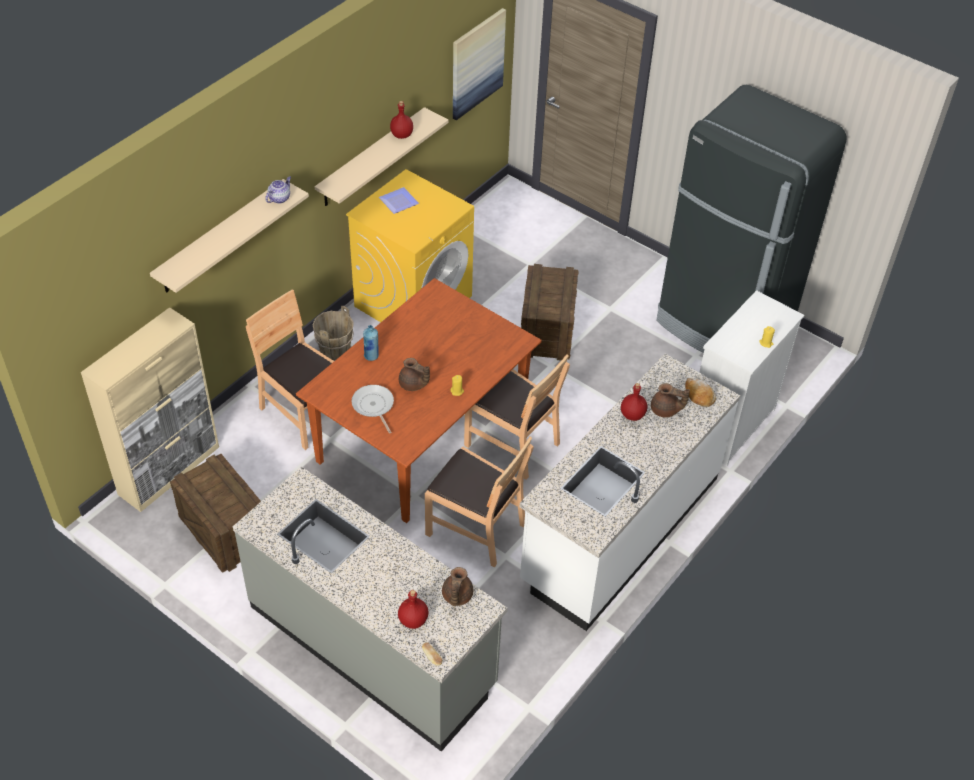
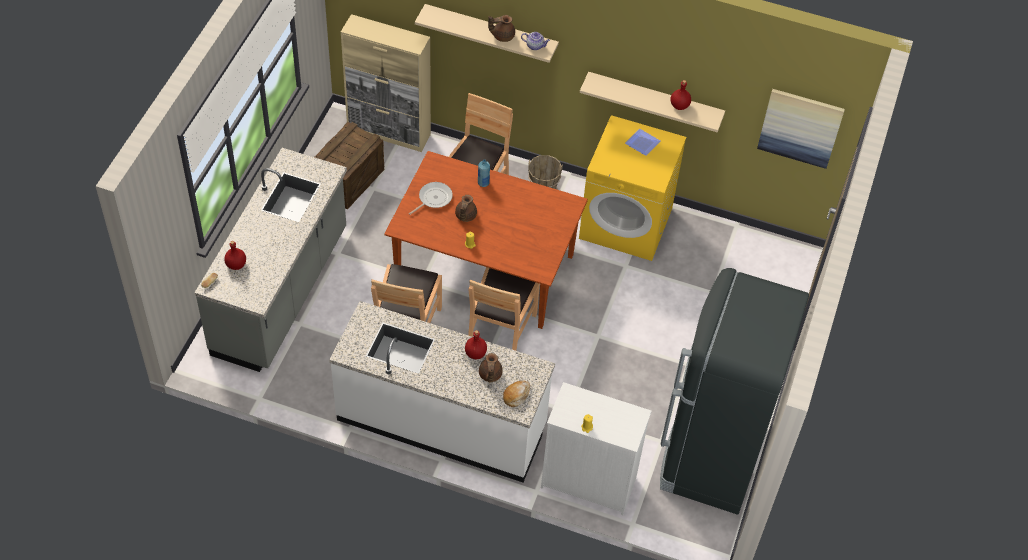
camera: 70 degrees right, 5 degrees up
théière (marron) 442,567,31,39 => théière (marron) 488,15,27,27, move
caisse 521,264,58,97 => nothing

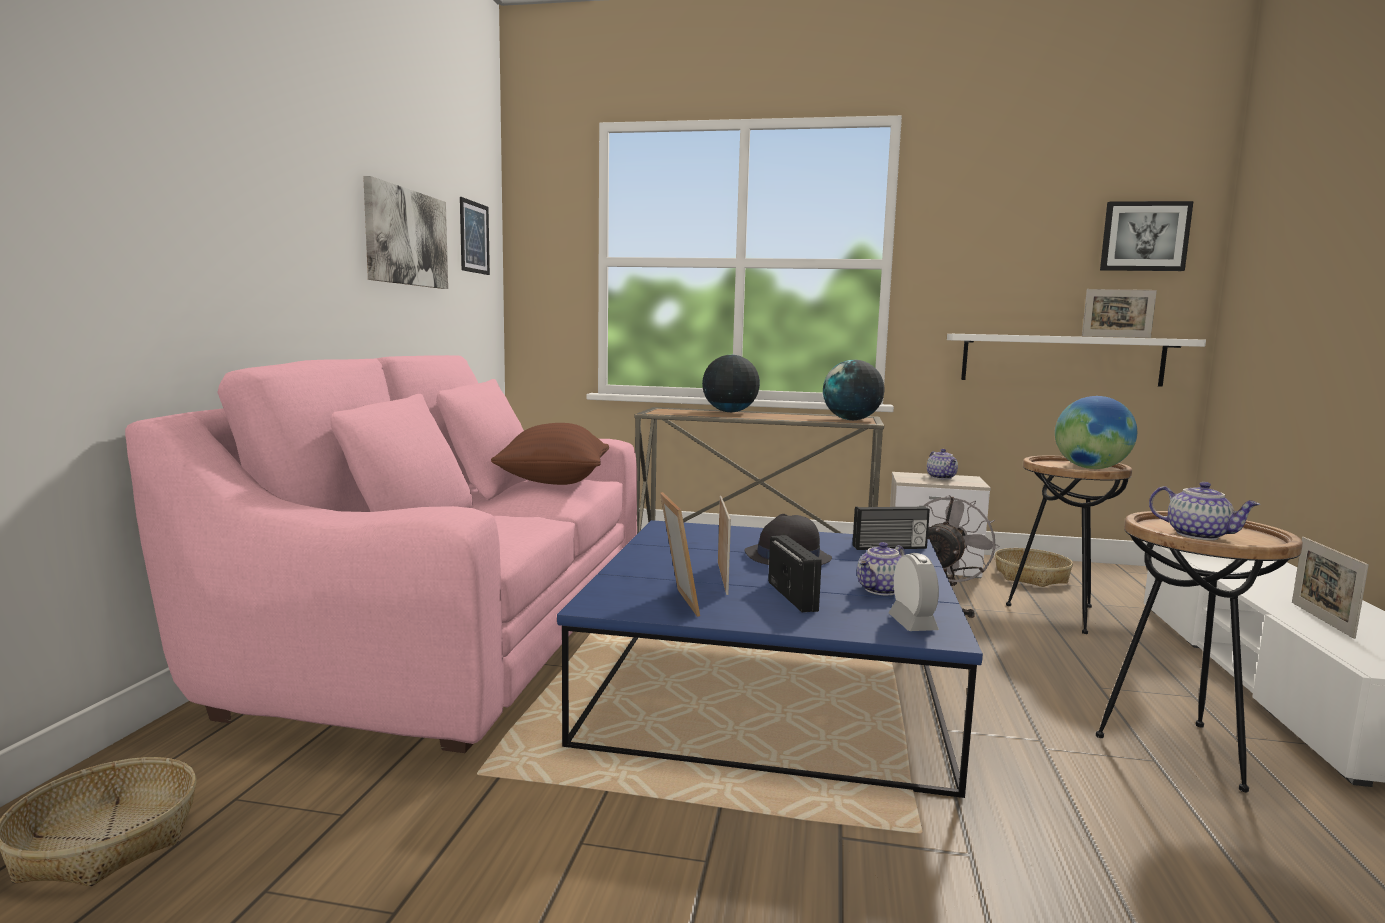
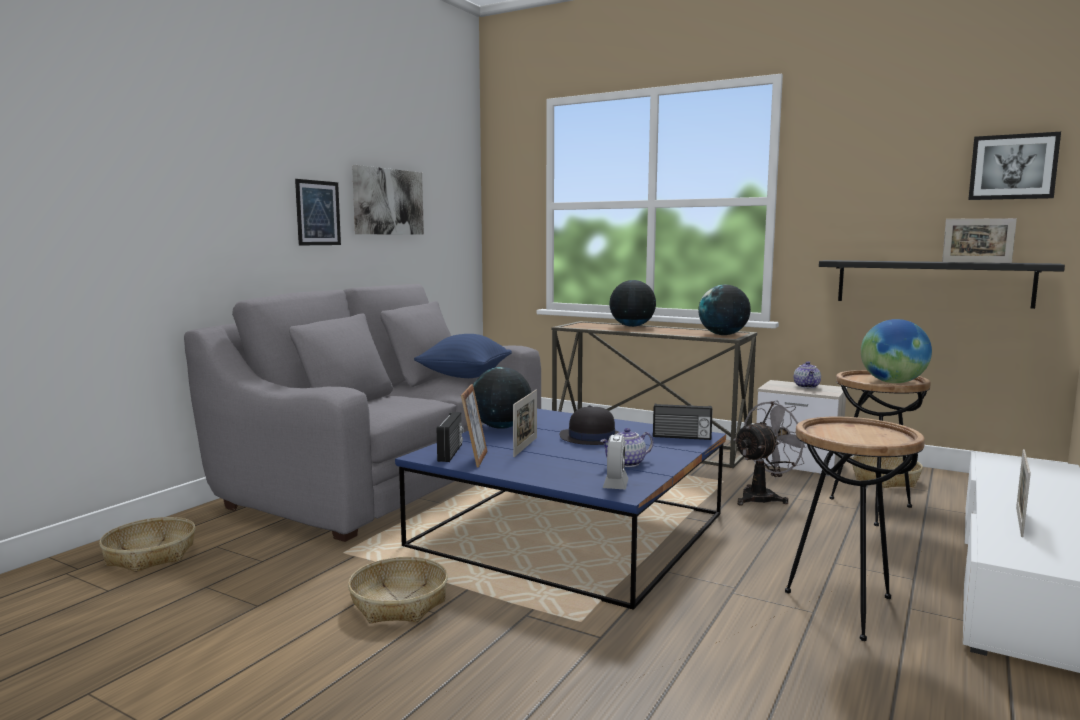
camera: 20 degrees right, 0 degrees up
canapé (rose) 125,355,512,398 => canapé (gris) 184,284,357,258
tableau 460,197,30,78 => tableau 295,179,46,66, move
nothing => panier 348,557,100,66
coussin (marron) 491,423,118,62 => coussin (bleu) 414,334,98,44
radio 768,535,54,77 => radio 437,412,27,50, move
nothing => globe 473,367,58,62
étagère (blanc) 947,334,259,53 => étagère (noir) 819,260,246,49
théière 1149,482,112,58 => nothing

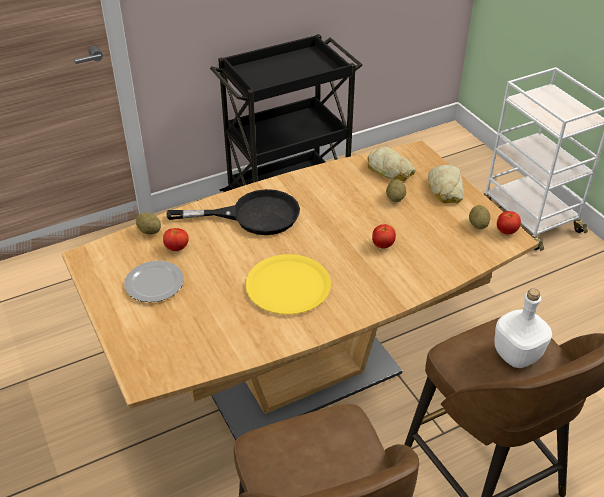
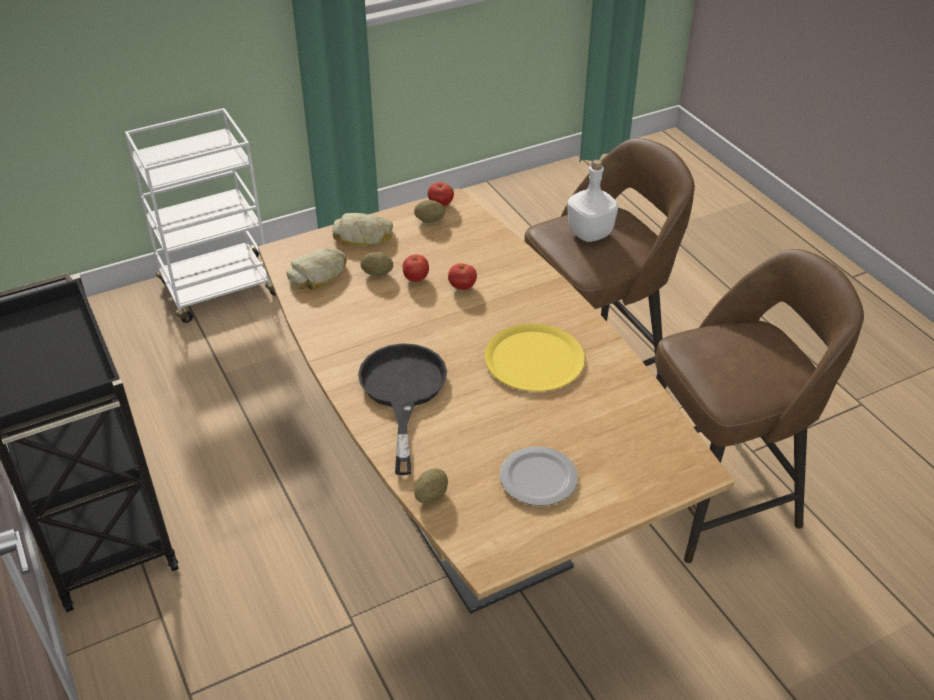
camera: 90 degrees left, 0 degrees up
tomate 163,228,26,23 => tomate 403,254,26,28, move

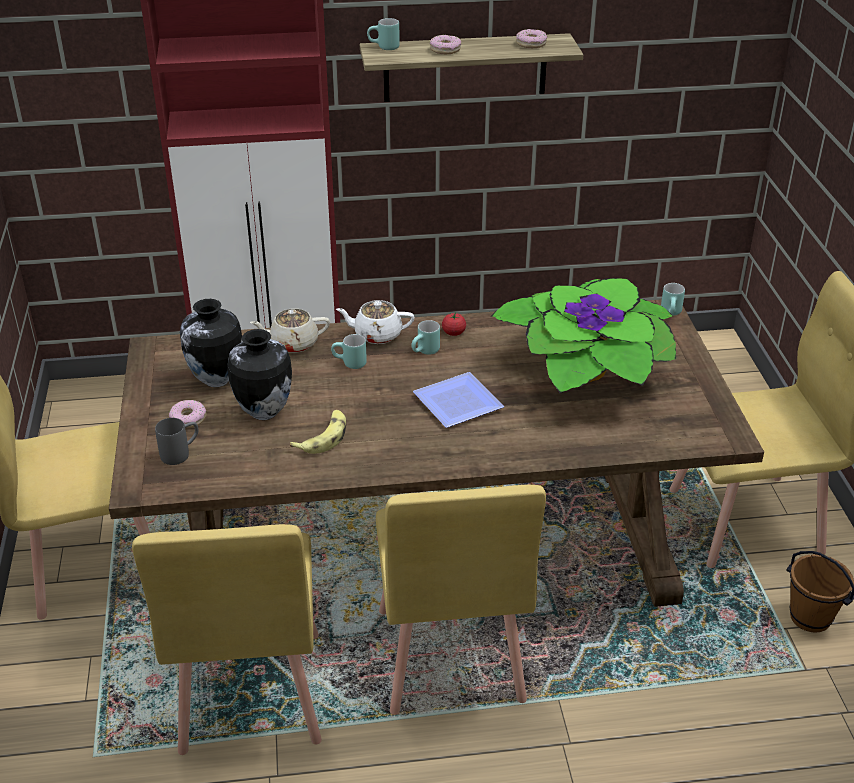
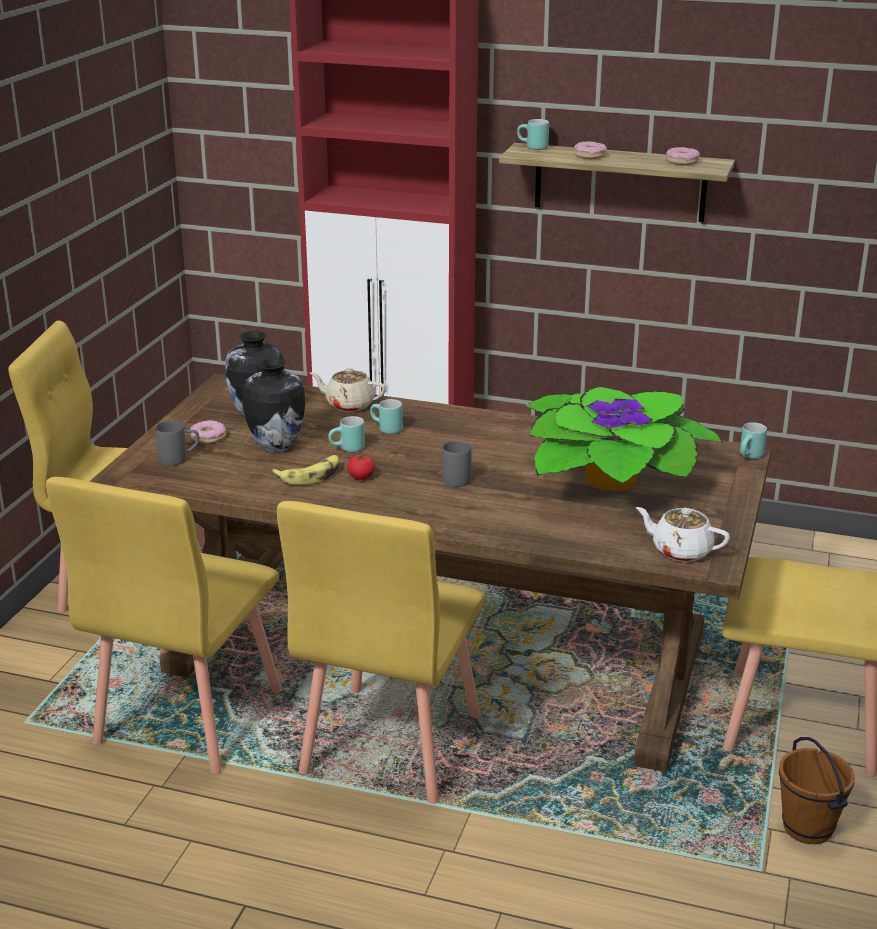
camera: 25 degrees right, 10 degrees down
mug (turquoise) 411,320,29,35 => mug (turquoise) 328,416,37,36, move
tomate 442,313,24,23 => tomate 347,454,28,26, move
assiette 413,372,91,56 => mug (gris) 442,441,29,46
théière (blanc) 336,300,79,44 => théière (blanc) 636,507,94,55, move

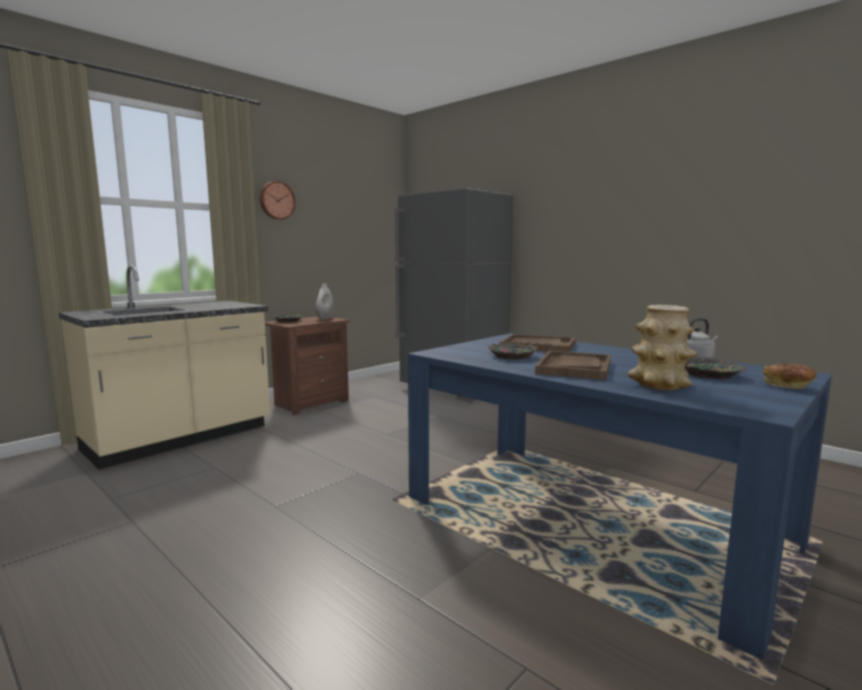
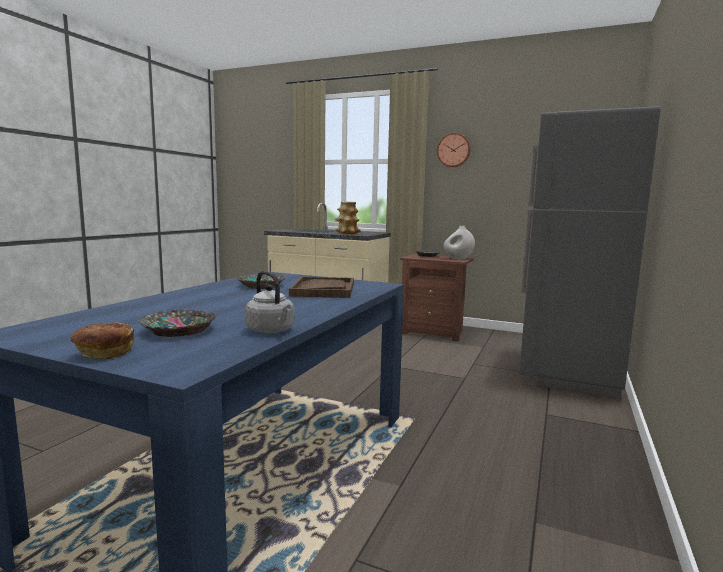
camera: 70 degrees right, 0 degrees up
vase 628,305,70,85 => vase 335,201,26,33, move
plateau (marron) 535,351,76,29 => nothing

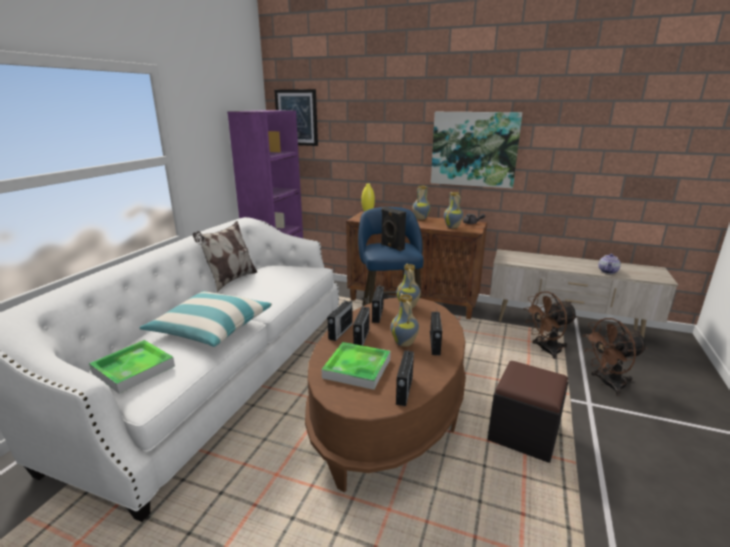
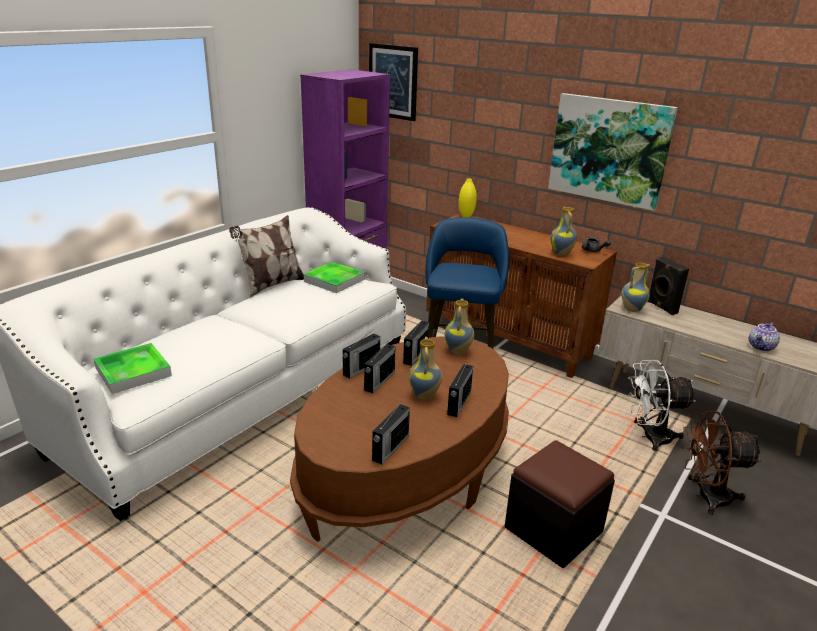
camera: 15 degrees right, 5 degrees up
plateau 322,342,69,48 => plateau 304,262,60,31, move
vase 413,186,18,34 => vase 621,263,29,49, move
ventilateur (marron) 524,291,54,68 => ventilateur (blanc) 627,360,69,91
enceinte (noir) 381,207,25,44 => enceinte (noir) 648,257,41,58, move
coussin 140,290,132,57 => nothing

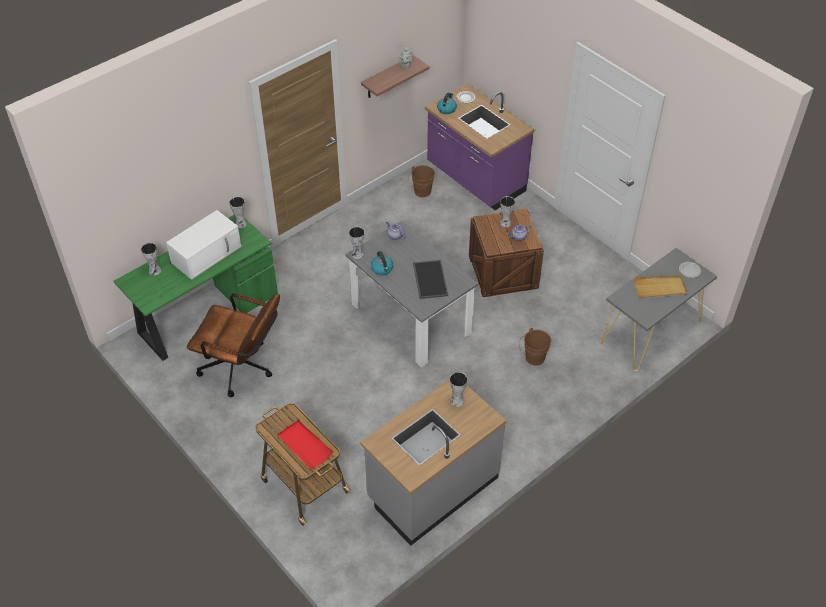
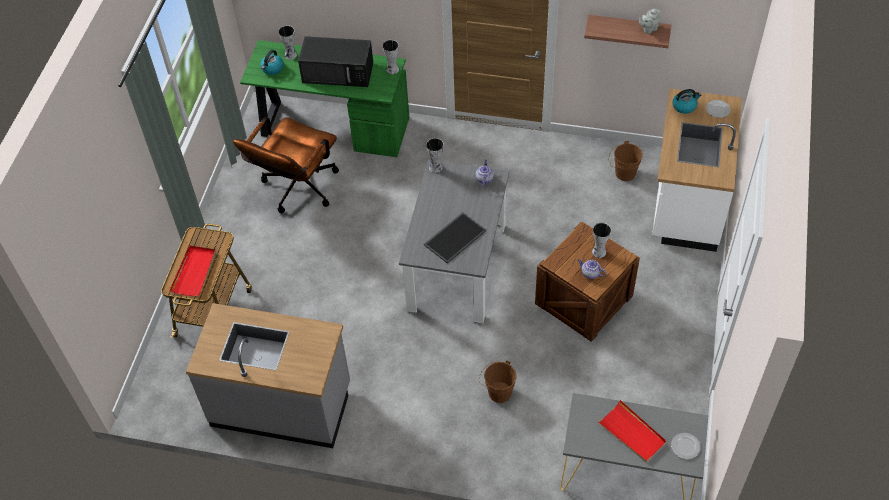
camera: 55 degrees right, 5 degrees up
chaise de bureau (marron) 187,293,93,104 => chaise de bureau (marron) 233,117,106,96, 45 degrees clockwise
bouilloire 371,251,22,24 => bouilloire 260,50,24,25, move
micro-ondes (blanc) 166,210,75,70 => micro-ondes (noir) 298,36,75,51
plateau (beige) 634,275,54,23 => plateau (rouge) 598,400,69,62
comptoir de cuisine (violet) 425,84,109,126 => comptoir de cuisine (blanc) 652,89,90,163
vase 450,372,18,35 => nothing

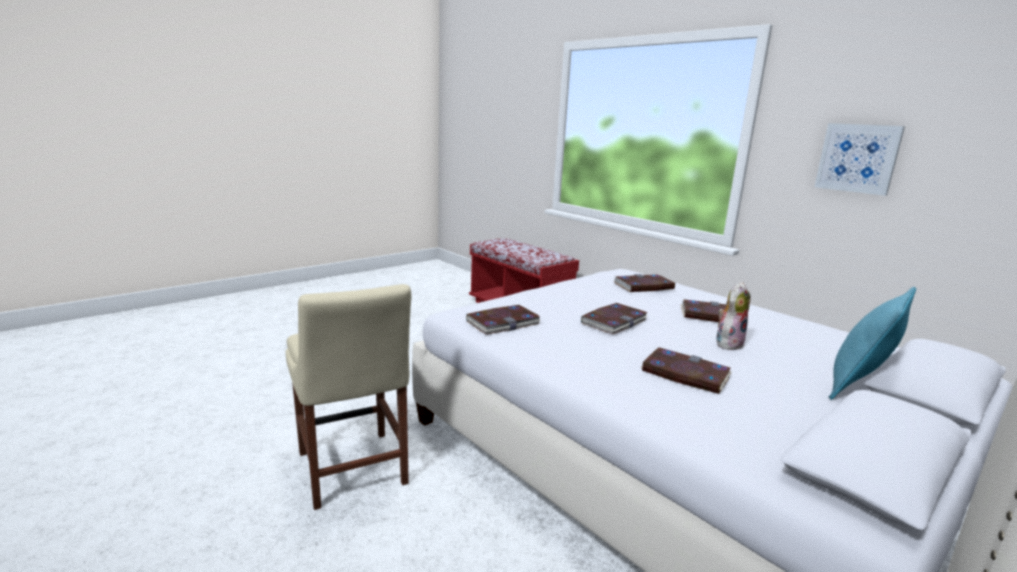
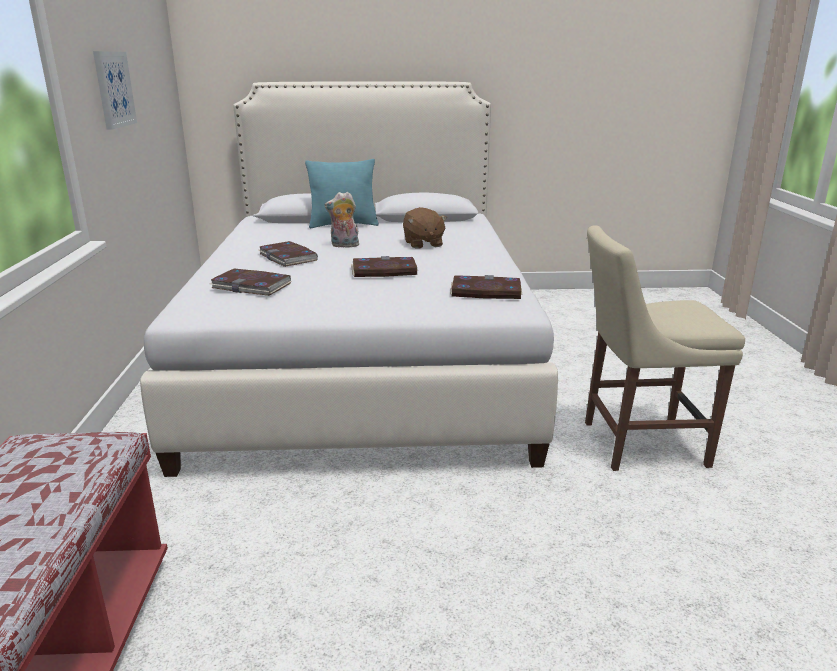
camera: 140 degrees left, 5 degrees up
livre 641,347,91,47 => peluche (marron) 403,207,44,42
chaise (beige) 285,284,126,226 => chaise (beige) 585,225,160,246, 105 degrees counterclockwise

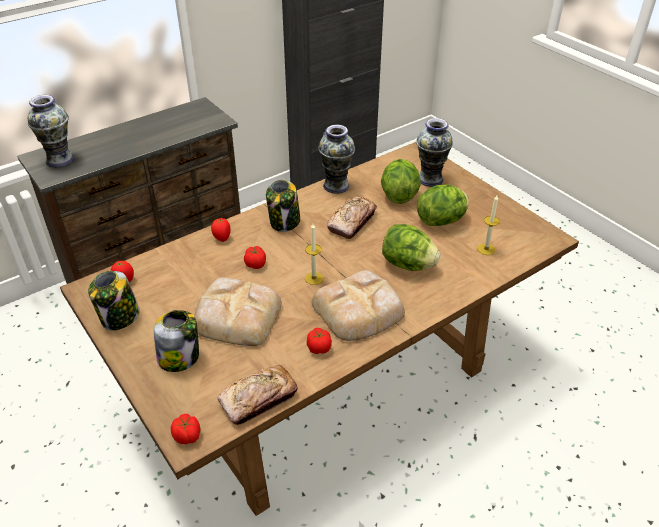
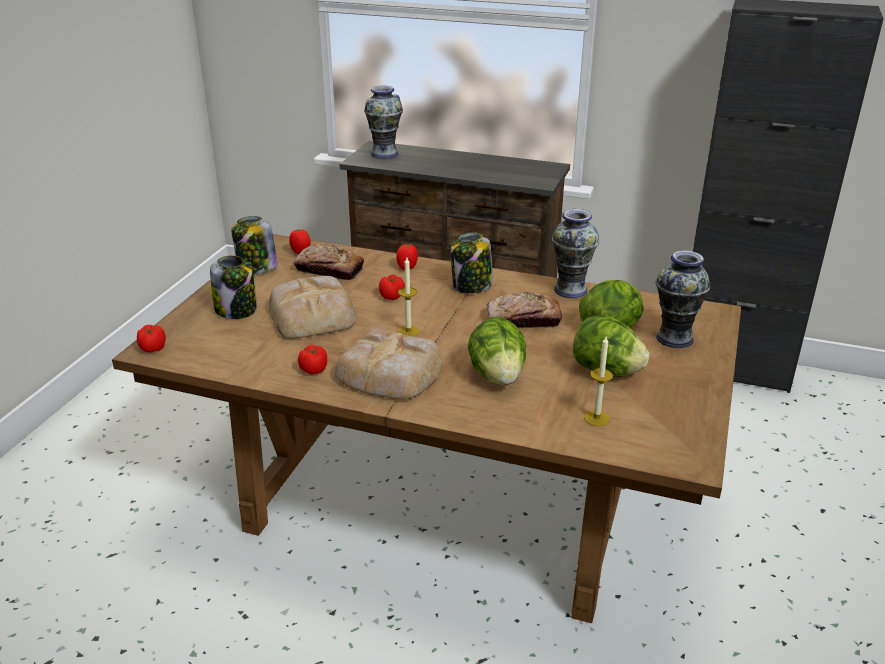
camera: 55 degrees right, 10 degrees down
pain 217,365,81,60 => pain 294,244,70,36, move

